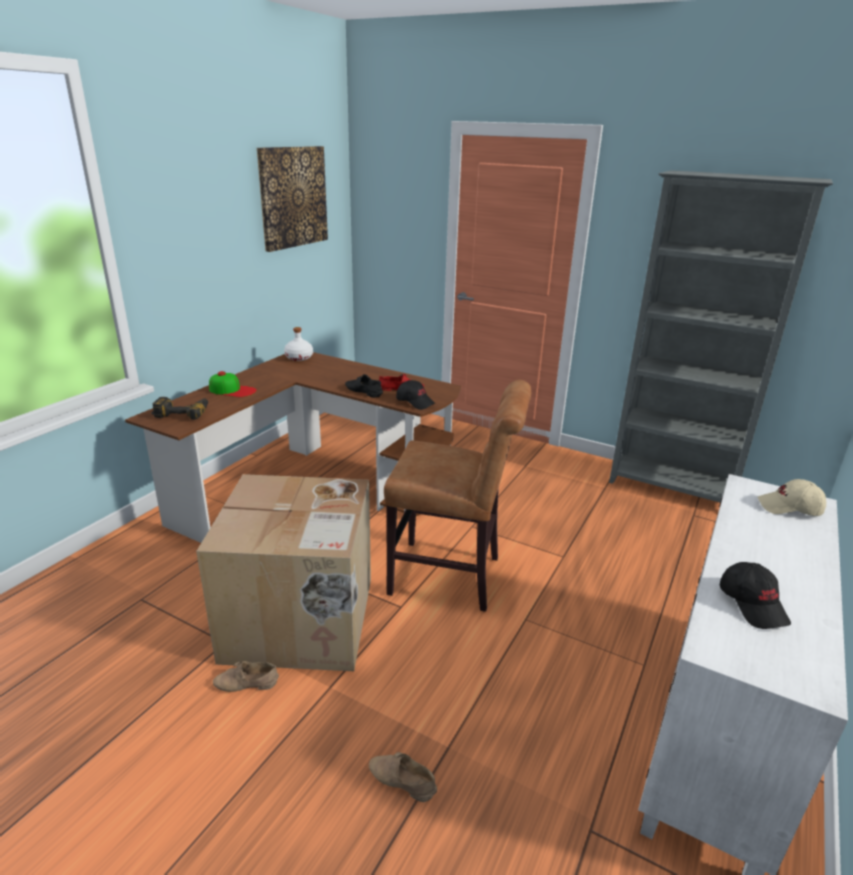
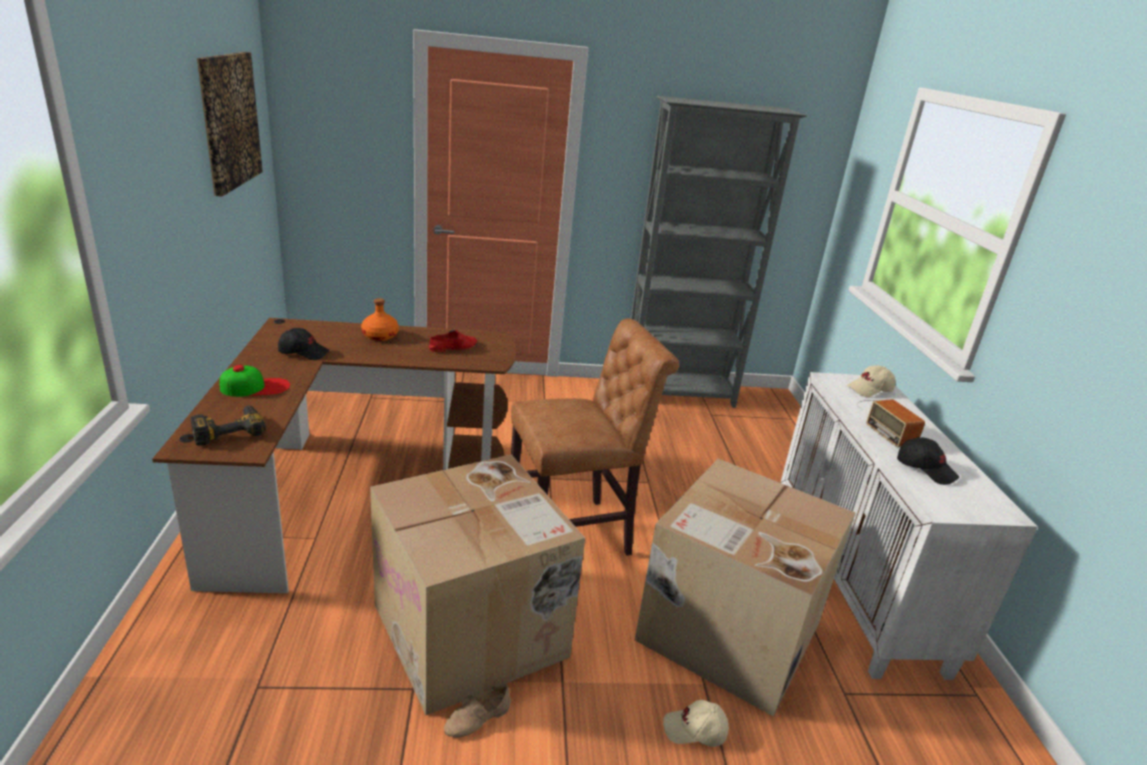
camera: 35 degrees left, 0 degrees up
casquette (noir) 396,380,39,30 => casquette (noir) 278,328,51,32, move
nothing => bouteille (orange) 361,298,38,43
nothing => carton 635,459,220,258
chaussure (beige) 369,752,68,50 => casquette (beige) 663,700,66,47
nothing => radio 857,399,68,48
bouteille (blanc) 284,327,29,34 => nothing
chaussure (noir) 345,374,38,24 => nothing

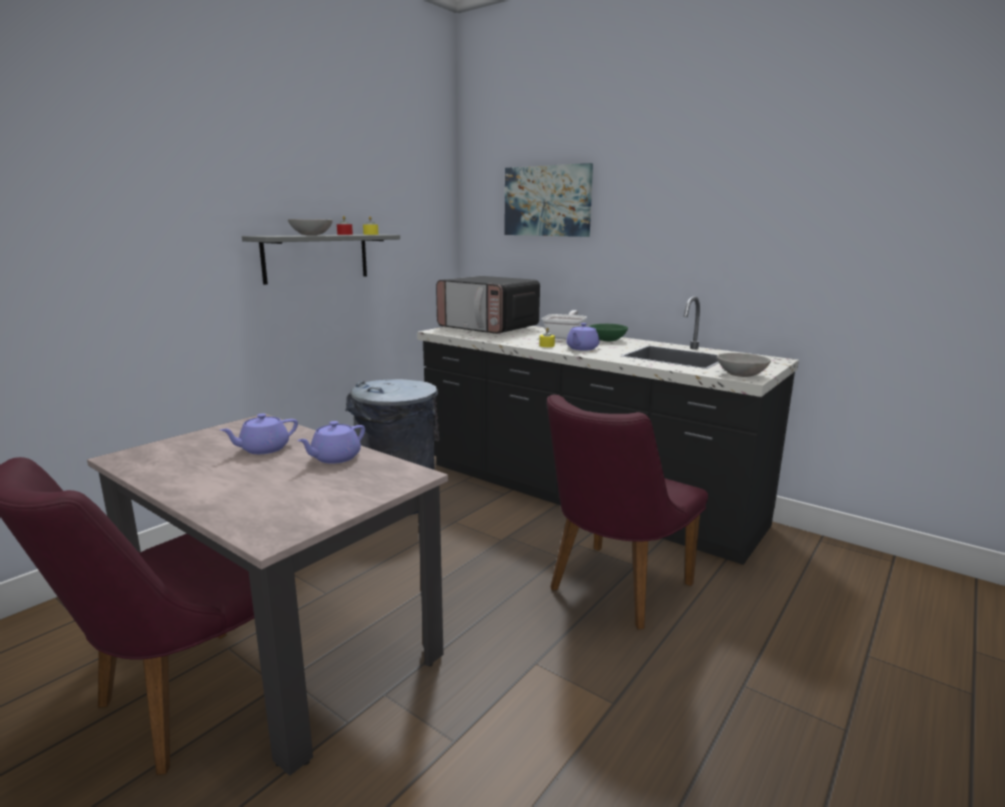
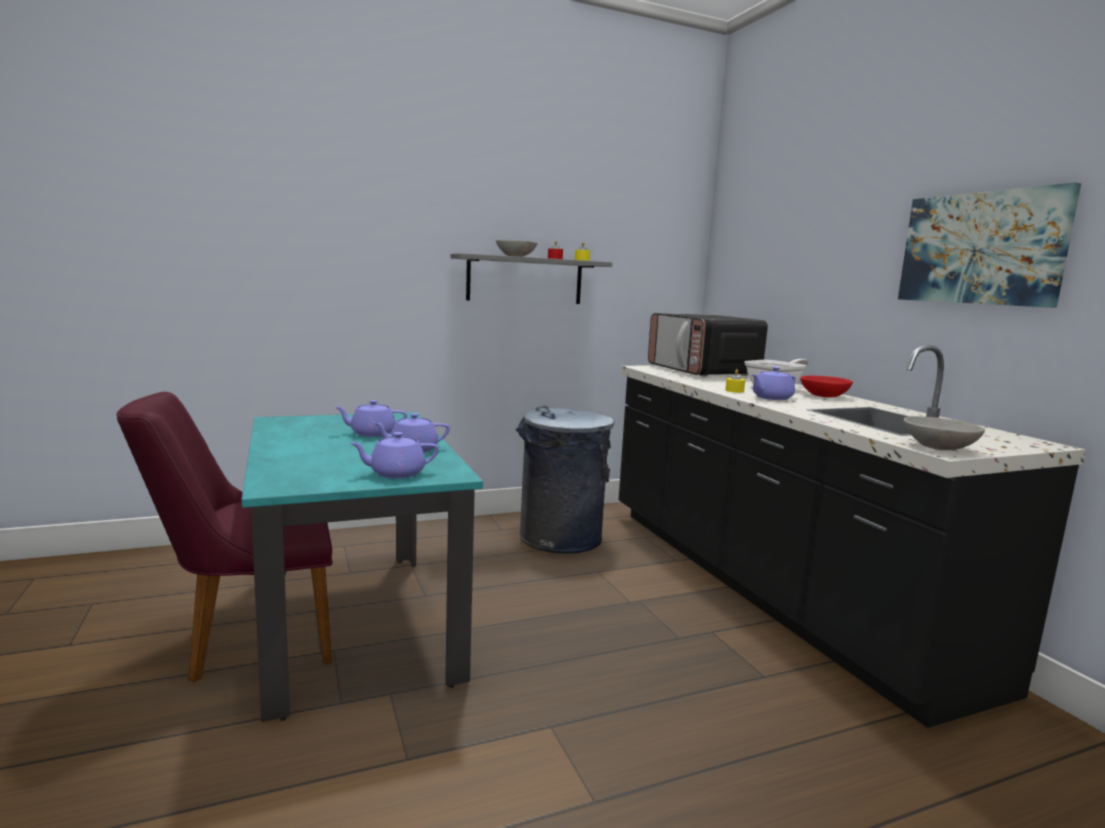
camera: 30 degrees right, 5 degrees down
table à manger (beige) 87,413,361,363 => table à manger (turquoise) 242,412,241,310
nothing => théière (violet) 350,432,89,46
bol (vert) 589,324,39,17 => bol (rouge) 800,376,53,21
tableau 504,163,89,74 => tableau 898,182,183,126, move
chaise (violet) 547,395,161,234 => nothing

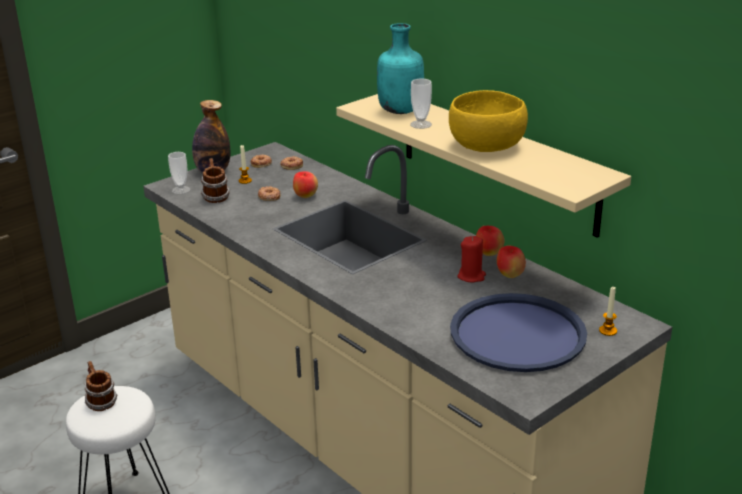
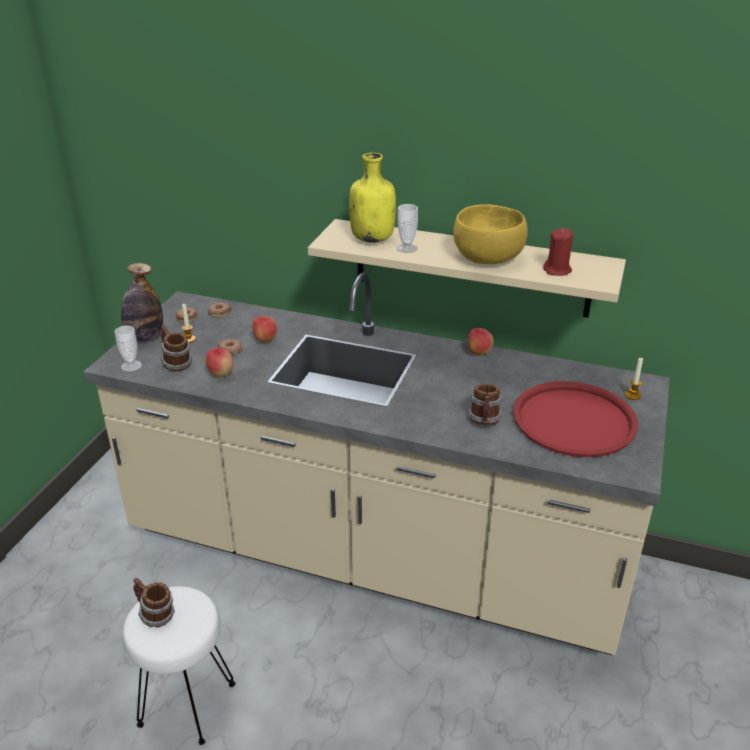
camera: 30 degrees left, 5 degrees up
pomme 497,245,29,33 => pomme 206,348,28,29, move
bouteille (turquoise) 377,23,47,91 => bouteille (jaune) 349,153,47,90
nothing => mug 468,383,34,43
plateau (bleu) 450,293,137,79 => plateau (rouge) 513,381,125,76
bougie (rouge) 458,236,28,46 => bougie (rouge) 543,228,30,48, move

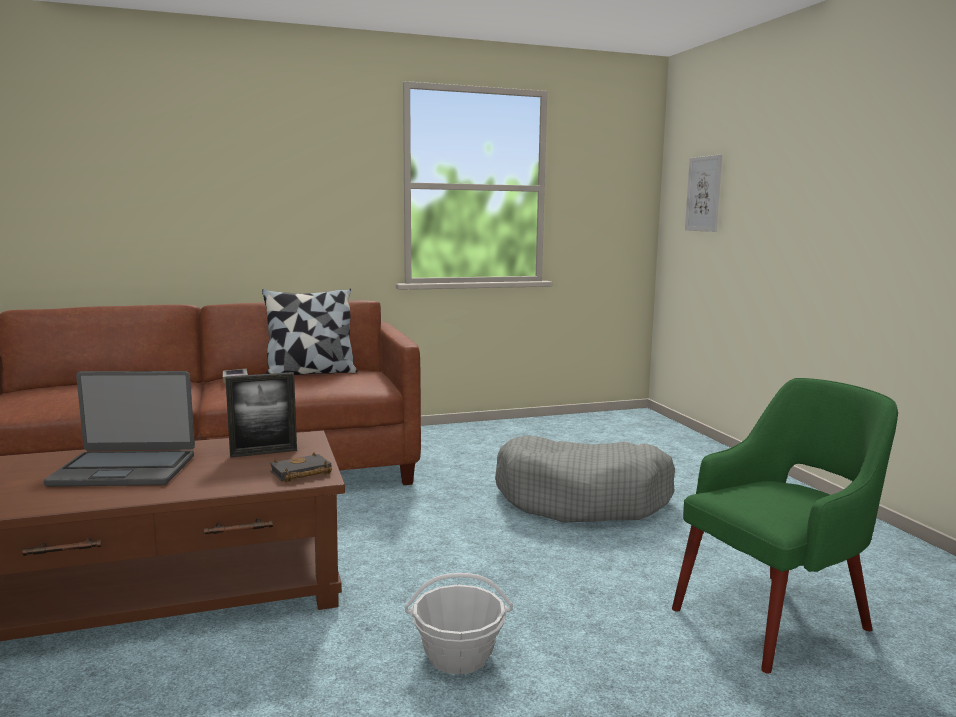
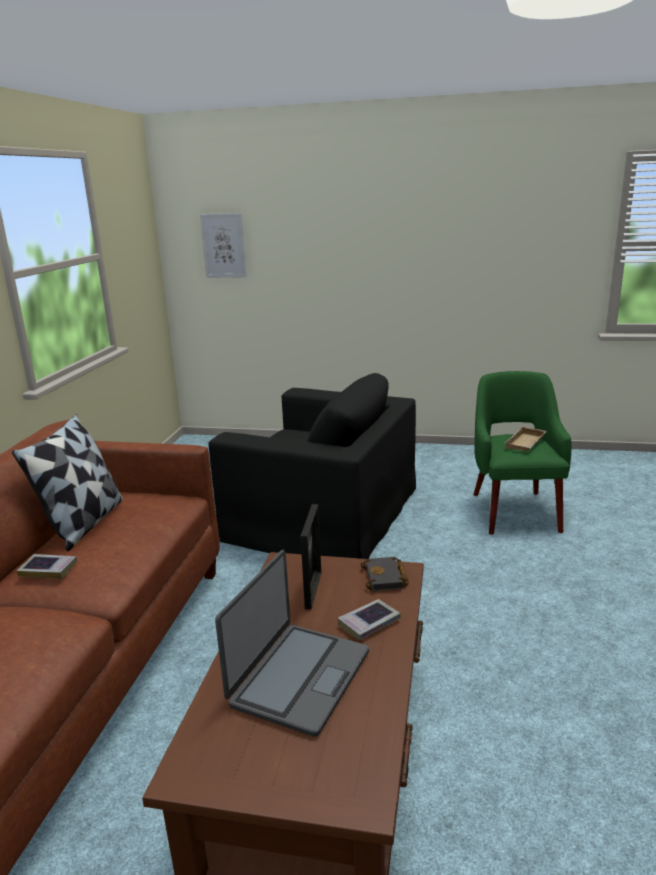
camera: 60 degrees left, 10 degrees up
panier pour chien (gris) 495,436,180,87 => fauteuil (noir) 208,373,208,186
nothing => livre 338,599,63,41
nothing => plateau (beige) 504,426,43,25
panier 405,573,108,102 => nothing

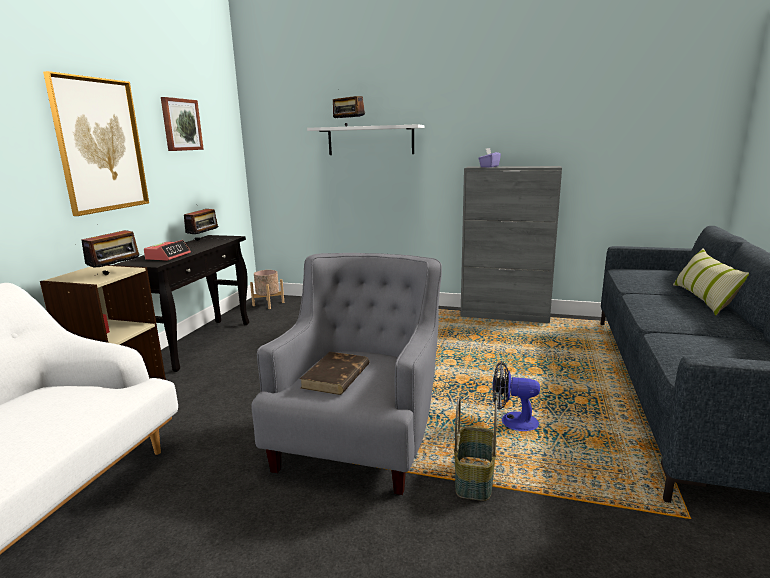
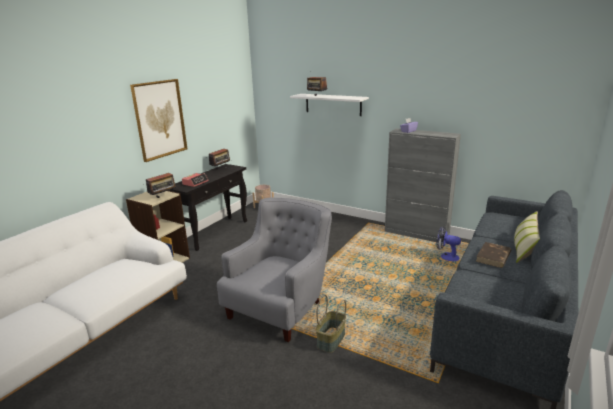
camera: 15 degrees right, 5 degrees up
ventilateur 493,361,47,70 => ventilateur 436,226,25,35, move
livre (marron) 300,352,70,43 => livre (marron) 476,242,36,26, move
tableau 161,97,43,54 => nothing

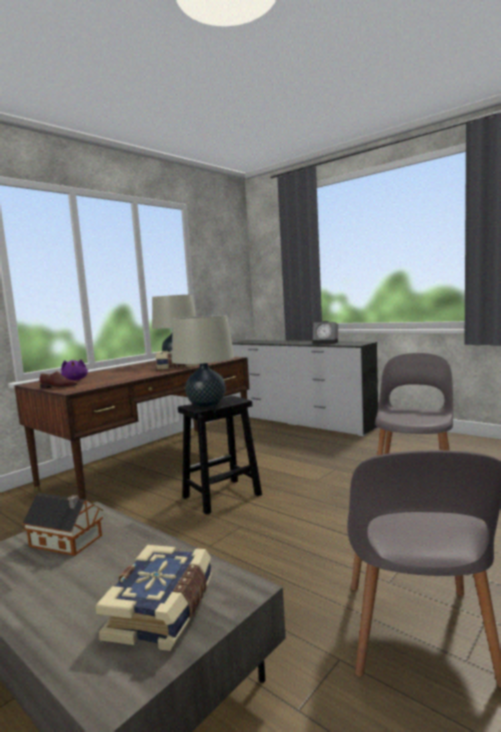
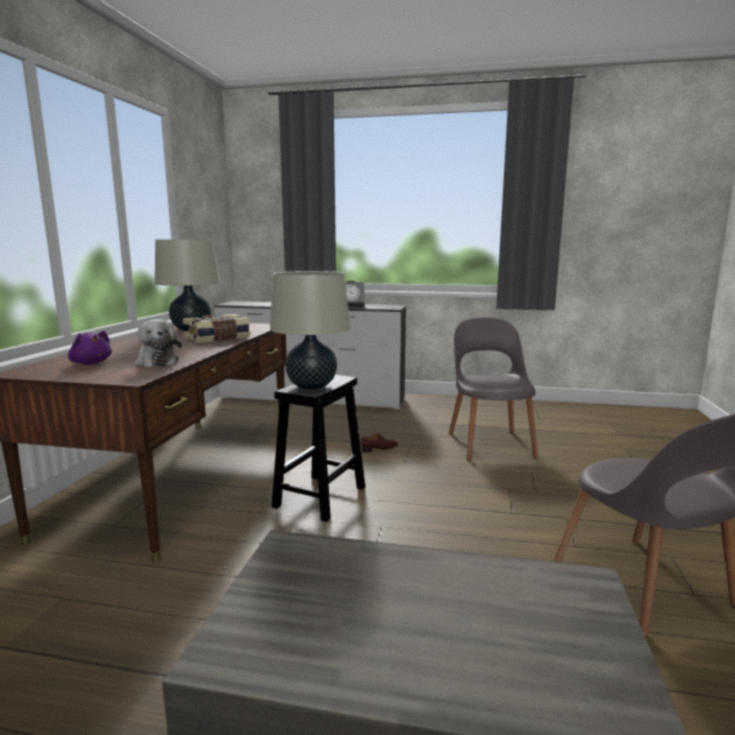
camera: 30 degrees left, 5 degrees up
nothing => peluche 135,319,47,48
chaussure (marron) 39,371,39,18 => chaussure (marron) 361,433,37,19, move
maison miniature 22,493,82,63 => nothing
livre 96,545,116,106 => nothing

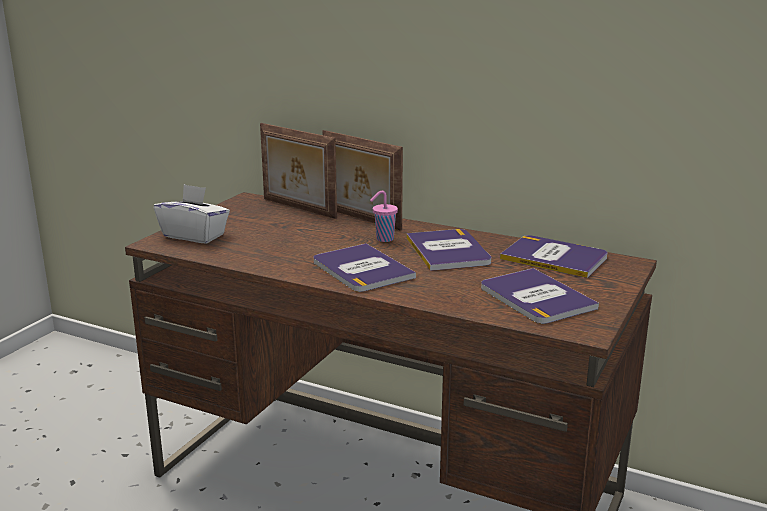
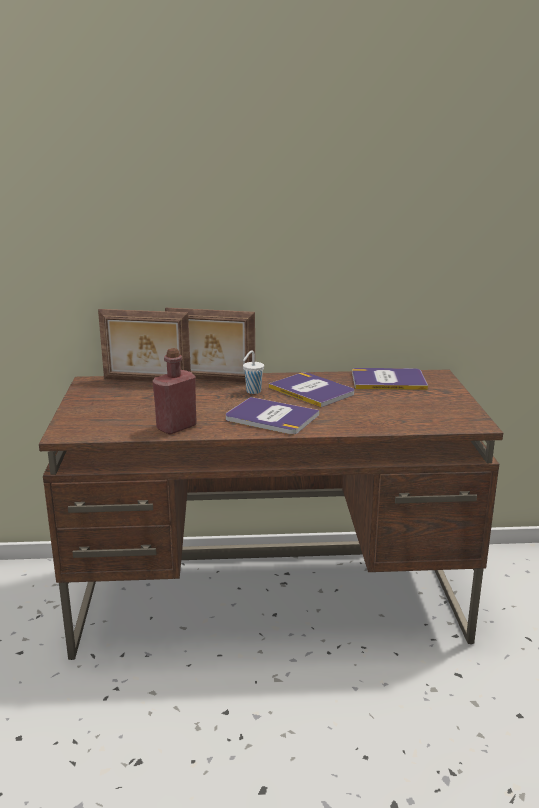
camera: 30 degrees left, 0 degrees up
nothing => bouteille (rouge) 152,348,45,86
tasse (rose) 370,191,28,51 => tasse (blanc) 243,351,21,43
boîte à mouchoirs (blanc) 154,184,76,60 => nothing
livre 481,268,118,56 => nothing

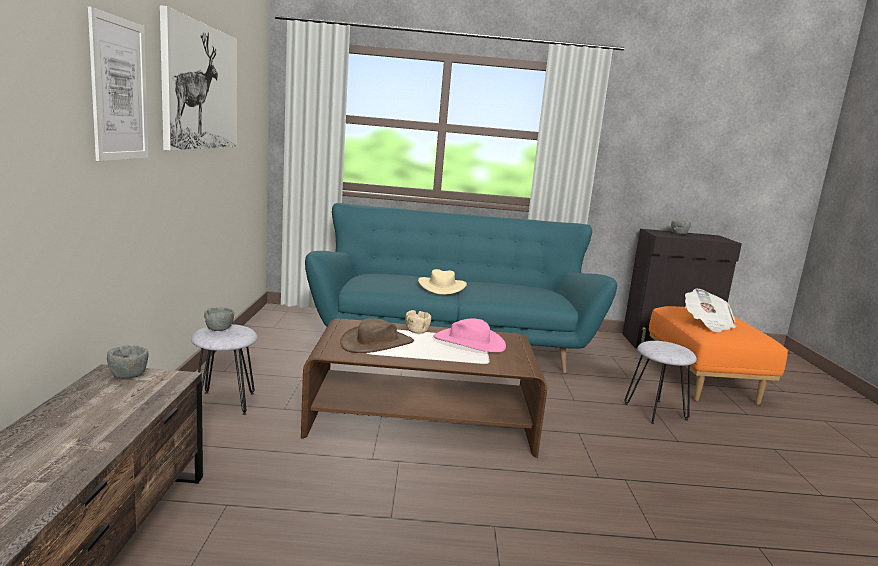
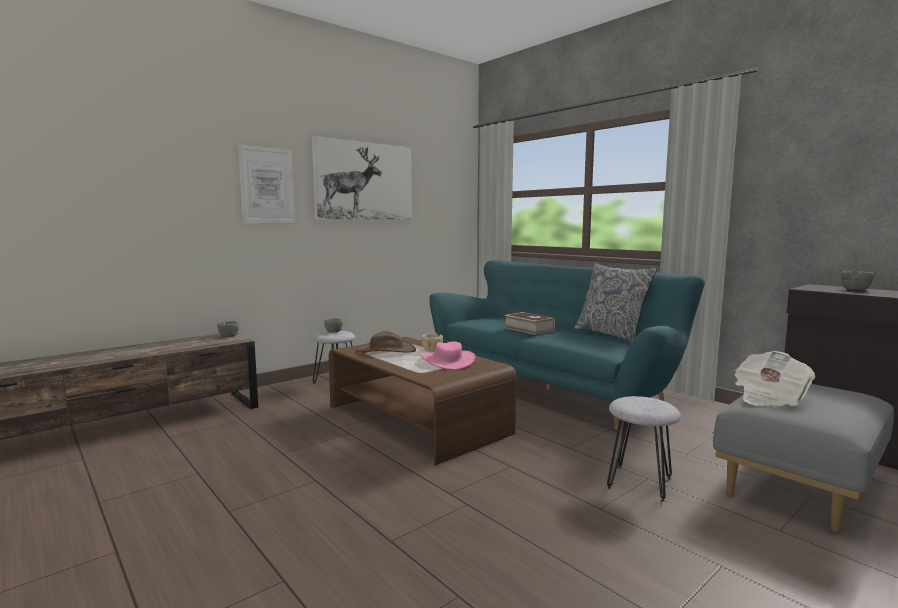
camera: 50 degrees right, 5 degrees down
chapeau (beige) 418,269,49,26 => livre 504,312,51,23
nothing => coussin 574,263,83,79
pouf (orange) 649,306,139,99 => pouf (gris) 713,384,181,148

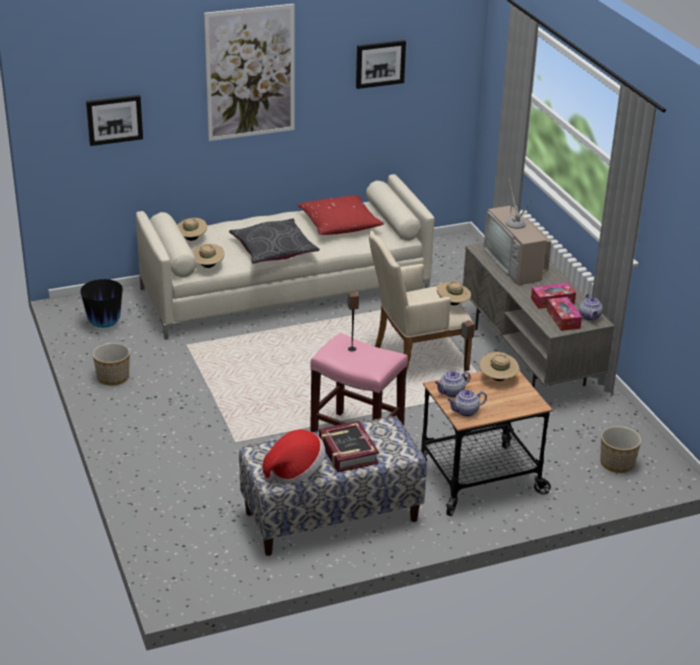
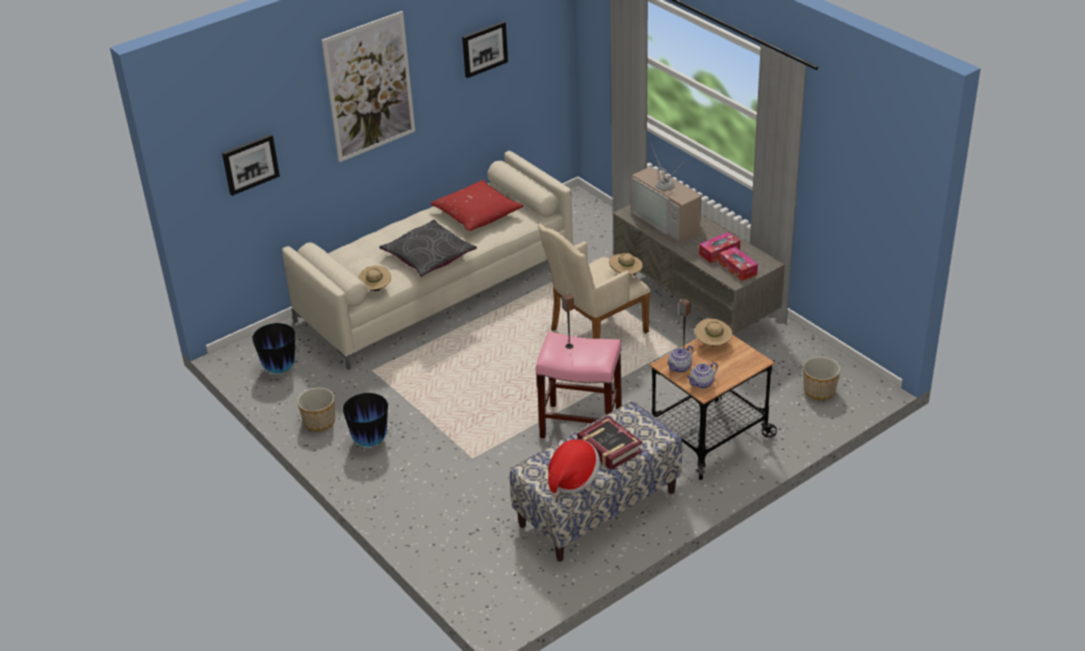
camera: 15 degrees left, 5 degrees up
nothing => vase 343,393,45,54
chapeau (beige) 177,218,30,23 => nothing
théière 579,294,24,27 => nothing

